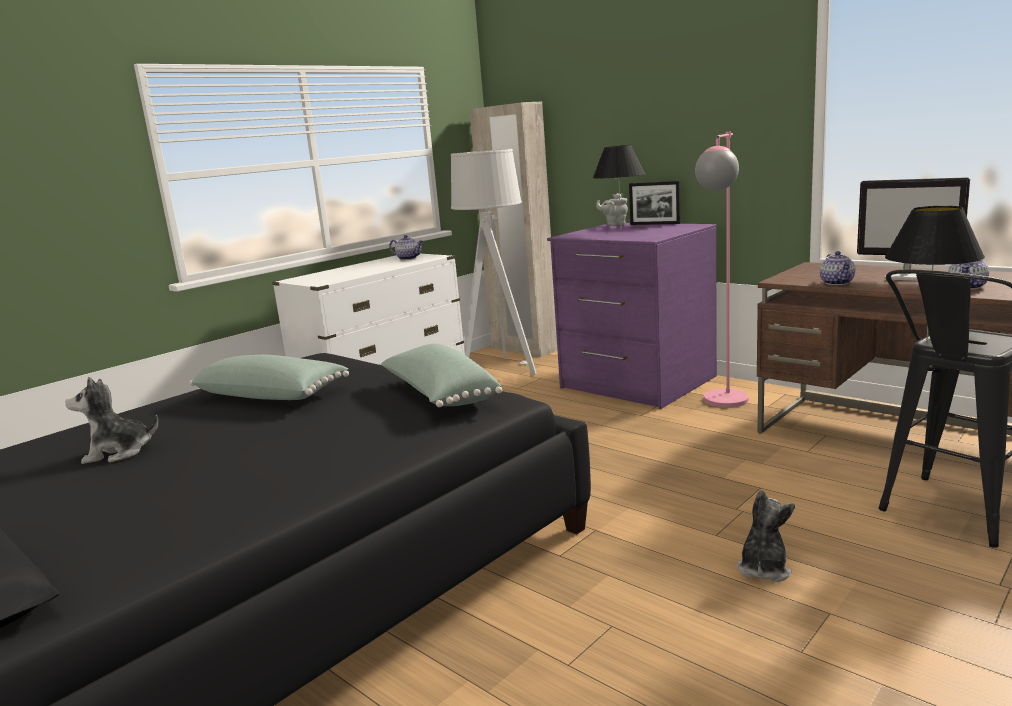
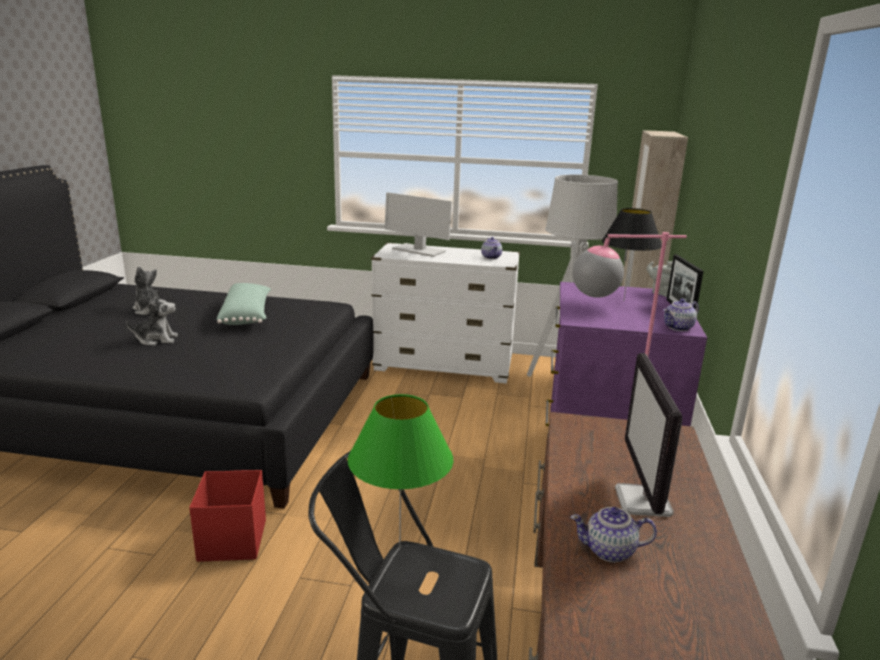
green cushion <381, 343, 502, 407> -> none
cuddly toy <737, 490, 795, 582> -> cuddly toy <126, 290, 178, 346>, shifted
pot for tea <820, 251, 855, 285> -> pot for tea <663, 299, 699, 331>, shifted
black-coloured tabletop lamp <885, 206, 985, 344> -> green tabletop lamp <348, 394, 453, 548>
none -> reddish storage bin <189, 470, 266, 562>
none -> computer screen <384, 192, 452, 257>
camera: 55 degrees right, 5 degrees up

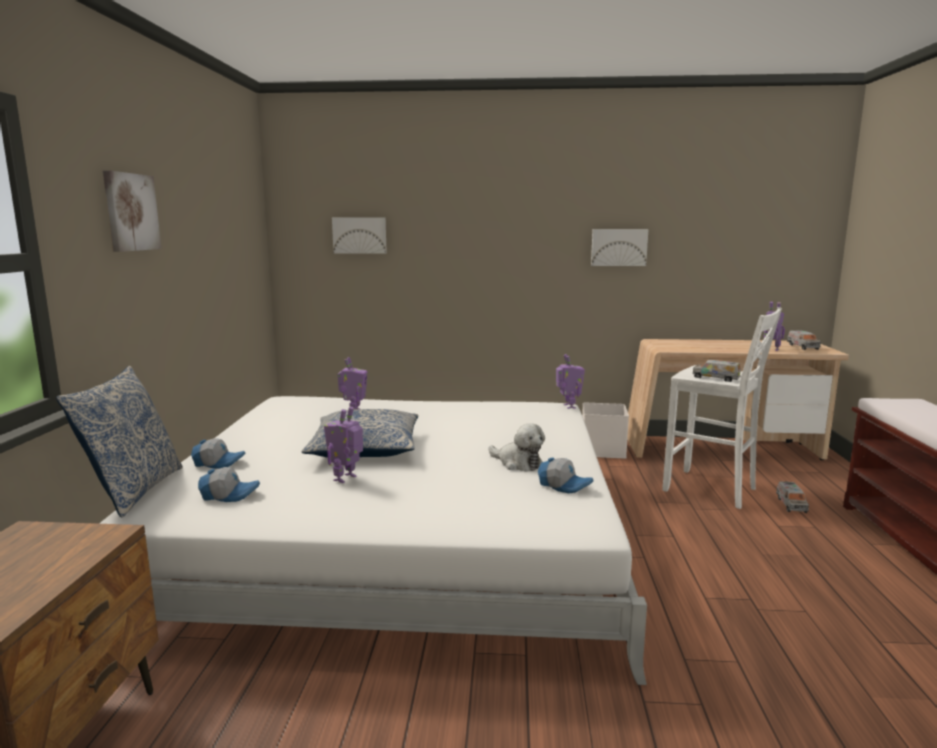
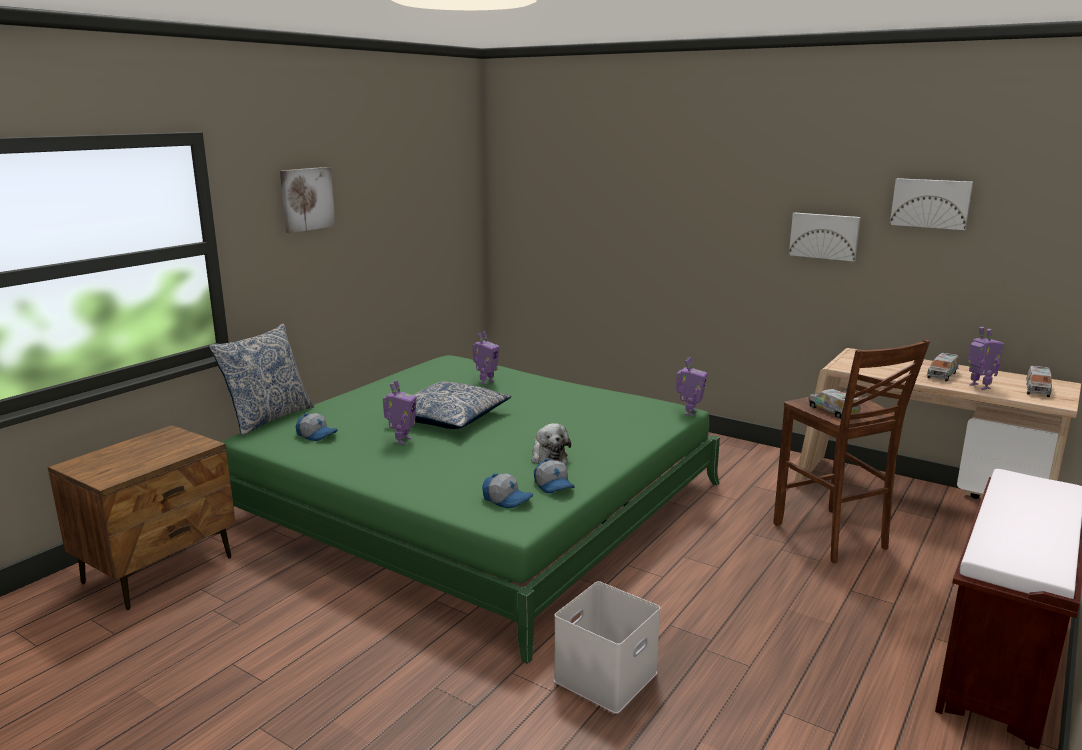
white bed <99, 396, 647, 685> -> green bed <222, 355, 720, 664>
baseball cap <191, 438, 245, 469> -> baseball cap <482, 473, 533, 508>, shifted
robot figure <324, 407, 363, 483> -> robot figure <383, 380, 417, 444>, 135 degrees clockwise
wall art <332, 218, 387, 254> -> wall art <890, 178, 973, 230>, shifted
white storage bin <582, 402, 629, 459> -> white storage bin <554, 581, 660, 714>, shifted
white stool <663, 307, 782, 509> -> brown stool <774, 340, 930, 563>
toy lorry <776, 481, 809, 513> -> toy lorry <927, 353, 959, 382>, shifted
camera: 30 degrees right, 5 degrees up

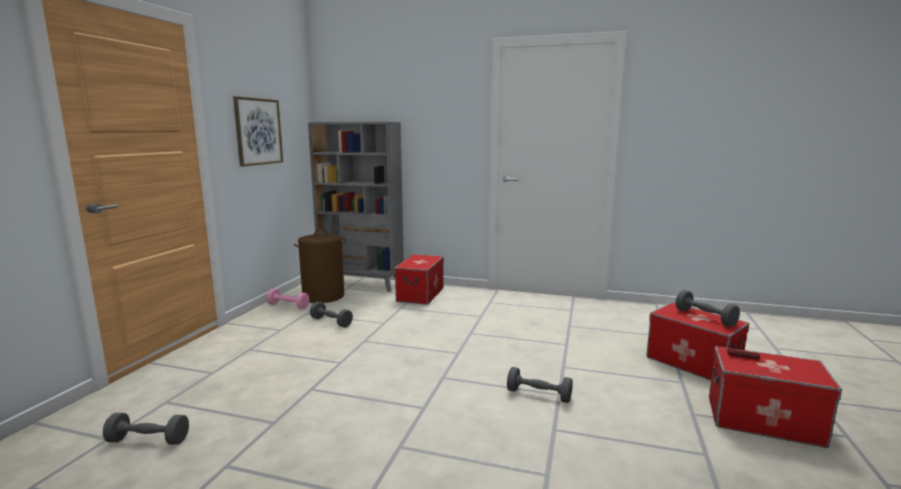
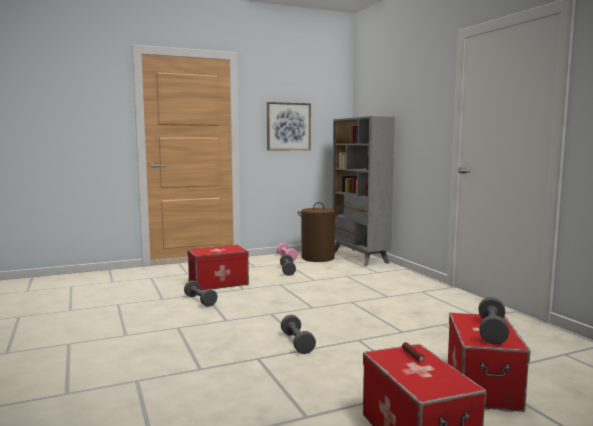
gray free weight <103, 413, 189, 445> -> gray free weight <184, 280, 218, 307>, shifted
storage bin <394, 254, 444, 305> -> storage bin <187, 245, 249, 290>, shifted
camera: 50 degrees right, 5 degrees down

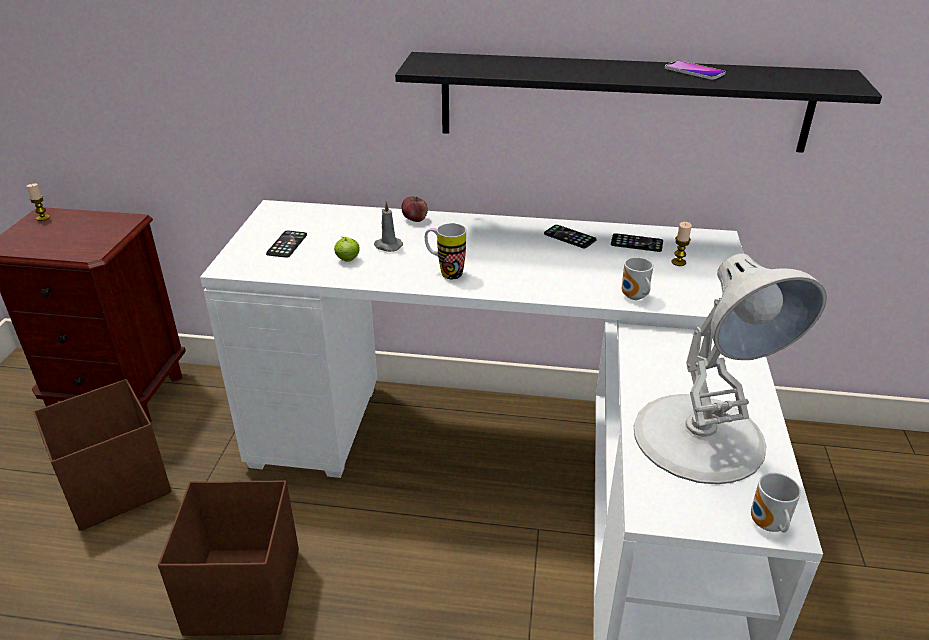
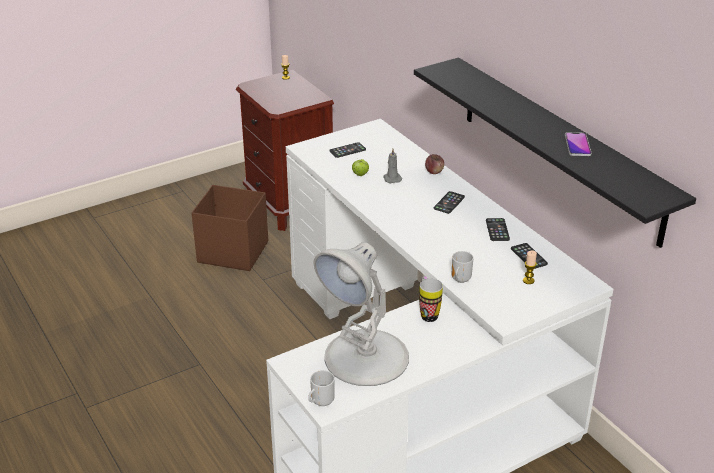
brown storage bin <158, 480, 299, 636> -> none
tea mug <425, 223, 466, 279> -> tea mug <419, 276, 443, 322>, shifted
none -> phone <434, 191, 465, 214>
camera: 50 degrees right, 0 degrees up

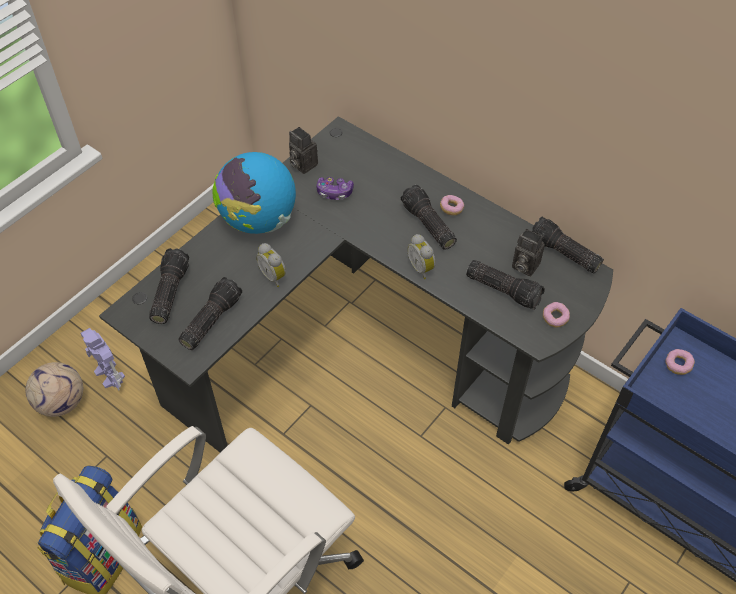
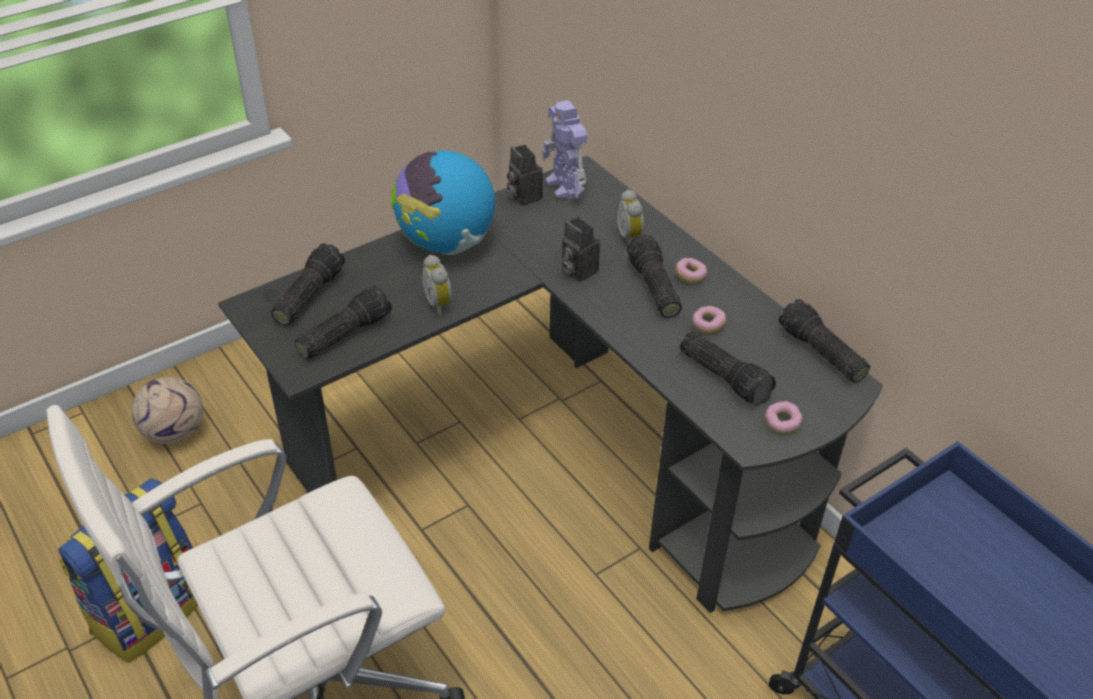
robot figure <81, 328, 125, 391> -> robot figure <542, 100, 587, 199>, shifted
gamepad <317, 177, 354, 200> -> none
alarm clock <407, 234, 436, 279> -> alarm clock <617, 189, 644, 246>, shifted
photo camera <512, 229, 545, 277> -> photo camera <561, 217, 600, 282>, shifted
doughnut <665, 349, 695, 375> -> doughnut <692, 306, 726, 333>, shifted
camera: 15 degrees right, 10 degrees down

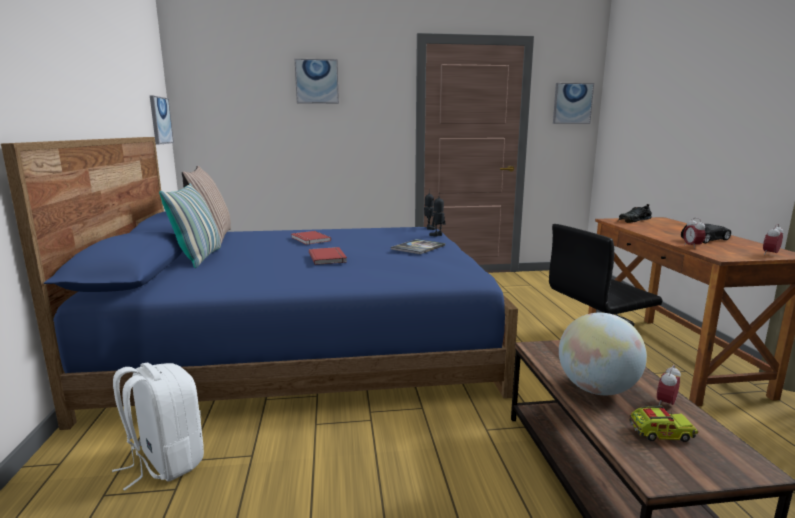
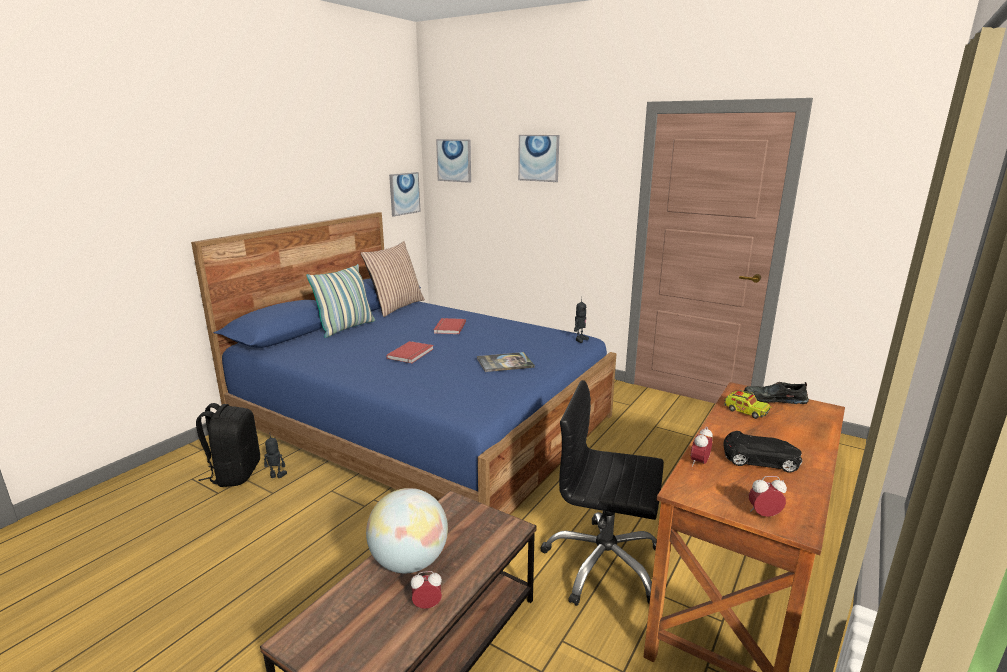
white backpack <112, 362, 204, 490> -> black-coloured backpack <196, 403, 260, 487>
robot figure <429, 198, 445, 237> -> robot figure <264, 432, 287, 478>, shifted
wall art <553, 83, 594, 124> -> wall art <436, 139, 471, 183>, shifted
toy lorry <629, 406, 698, 442> -> toy lorry <724, 390, 771, 419>, shifted
camera: 40 degrees right, 5 degrees up

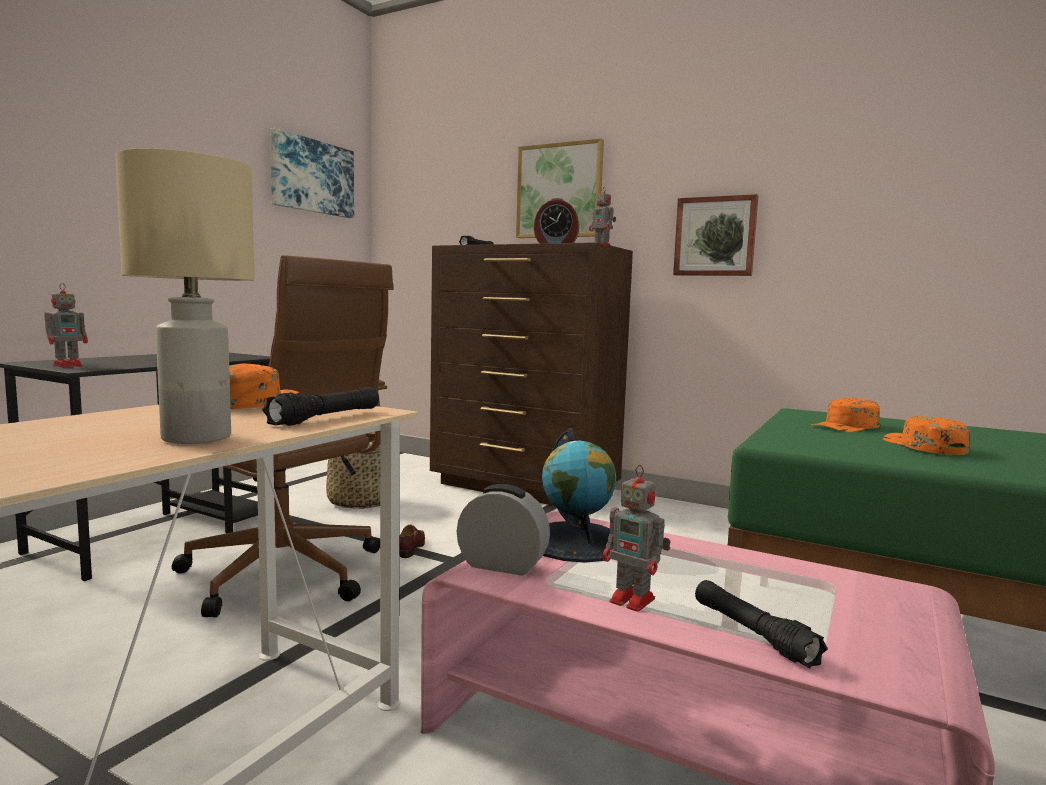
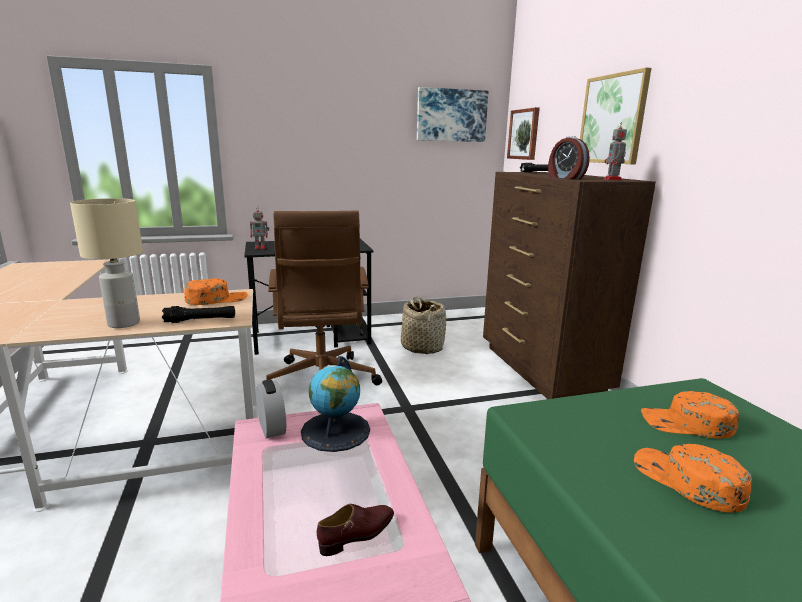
brown shoe <399, 525, 425, 558> -> brown shoe <317, 504, 394, 556>, shifted
robot figure <603, 465, 670, 612> -> none
wall art <673, 194, 759, 276> -> wall art <507, 107, 540, 160>, shifted
black-coloured torch <695, 580, 828, 668> -> none
orangey baseball cap <883, 416, 970, 455> -> orangey baseball cap <634, 444, 752, 513>, 75 degrees counterclockwise
camera: 45 degrees right, 10 degrees up

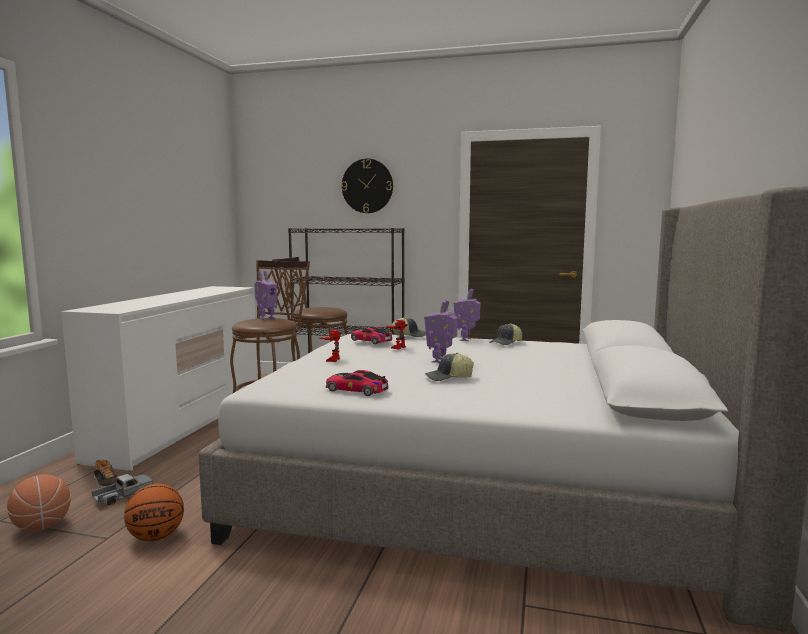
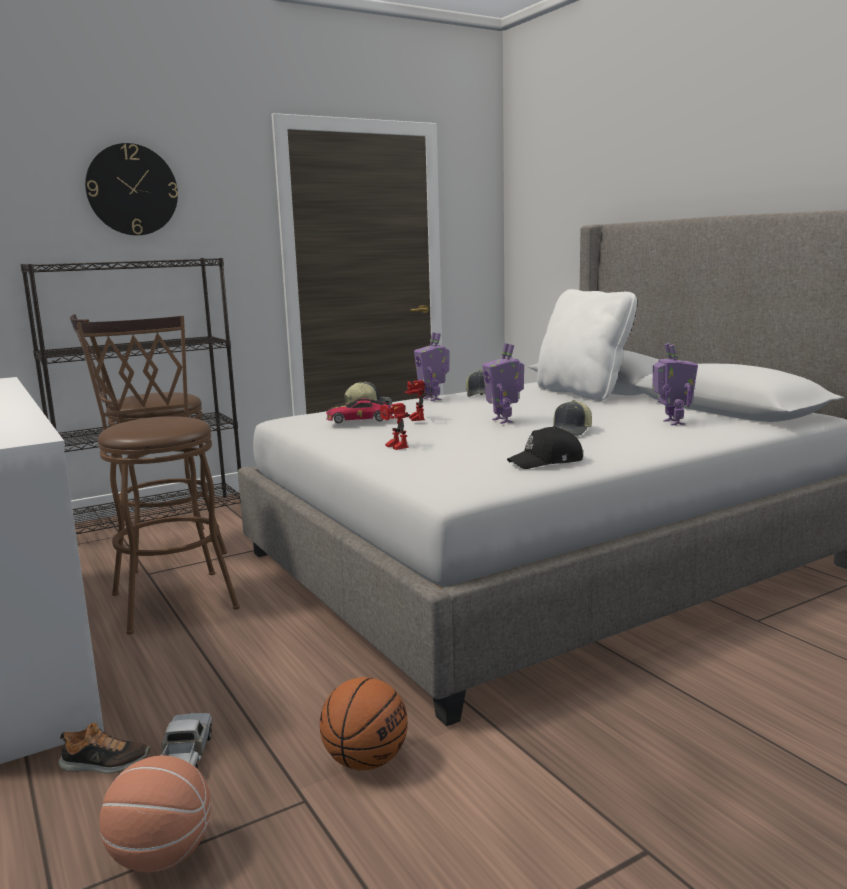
robot figure <254, 271, 277, 320> -> robot figure <653, 343, 698, 425>, shifted
miniature car <326, 370, 389, 396> -> black-coloured baseball cap <507, 426, 583, 469>
none -> white cushion <537, 289, 637, 401>
camera: 45 degrees left, 5 degrees up

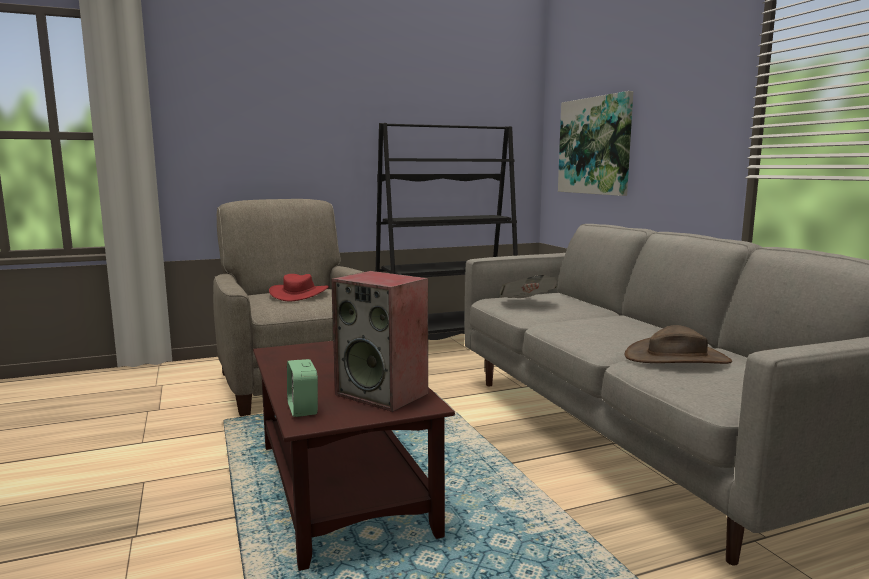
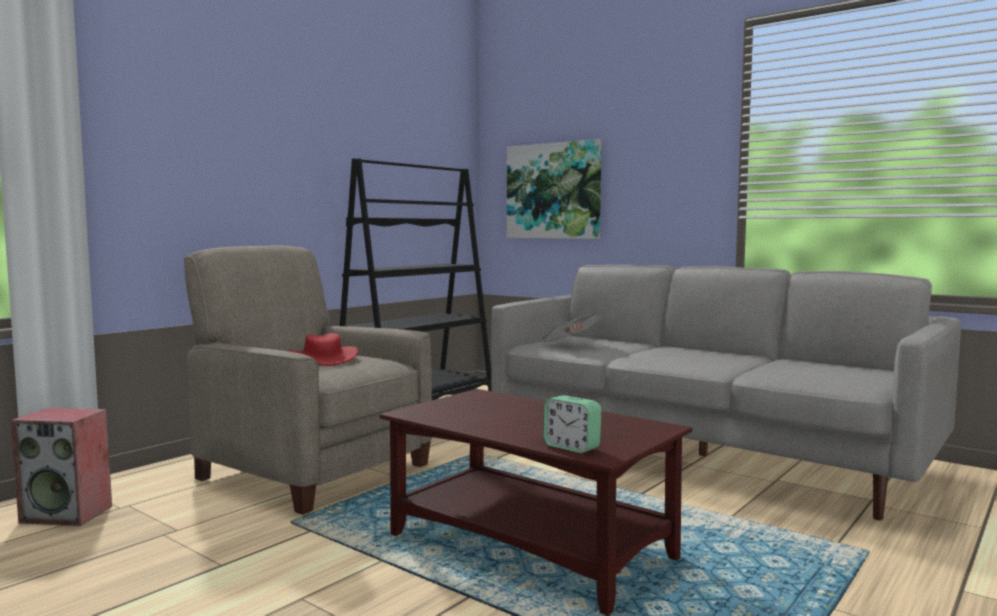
audio speaker <331, 271, 428, 412> -> audio speaker <11, 408, 112, 526>, shifted
brown hat <625, 325, 732, 364> -> none
camera: 30 degrees left, 5 degrees down

